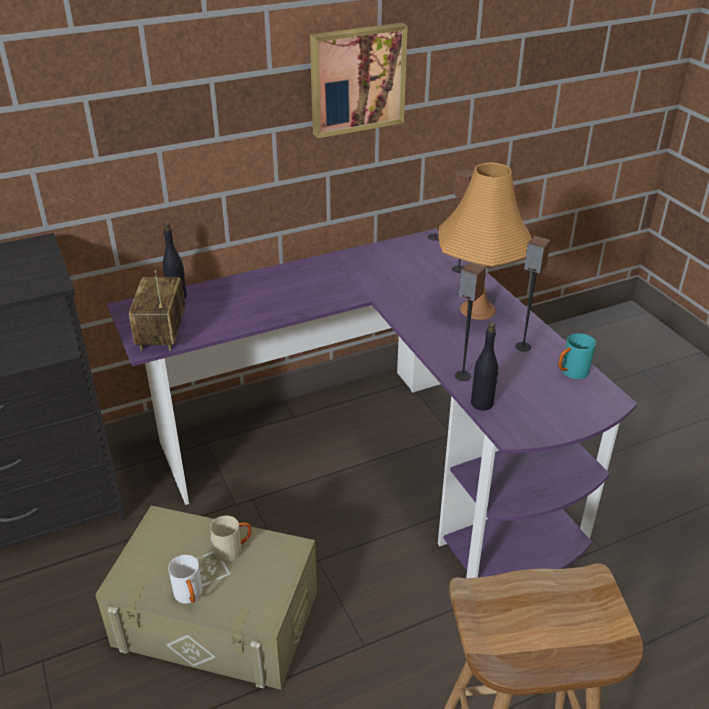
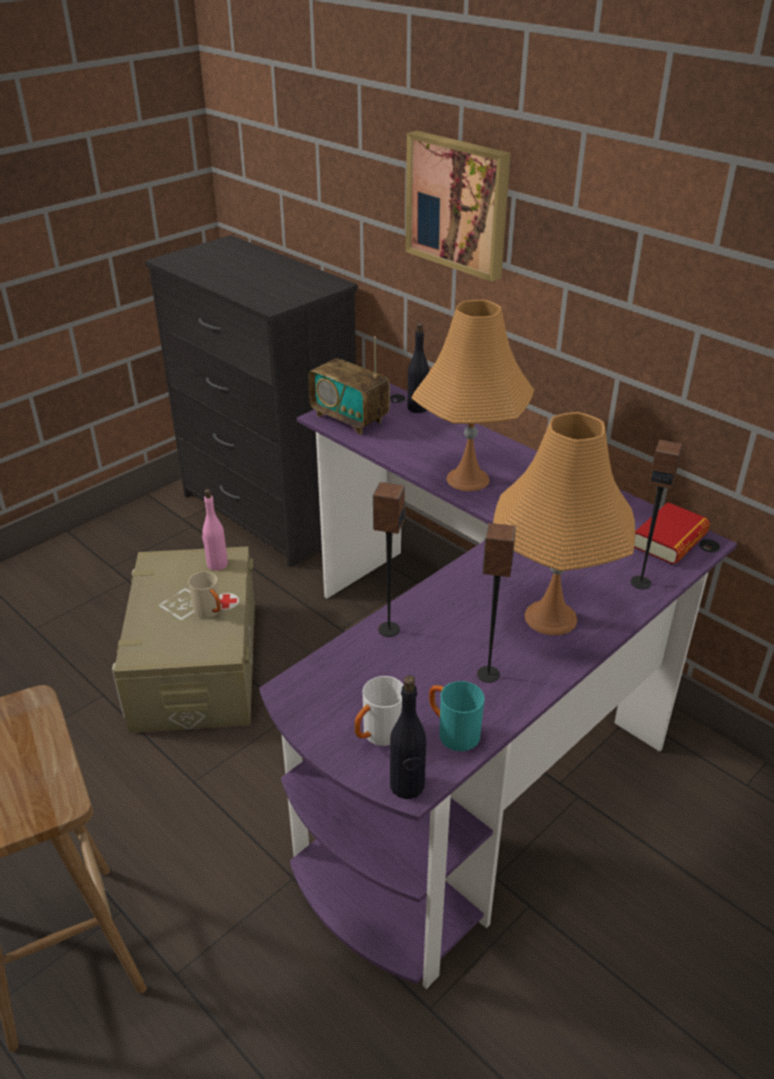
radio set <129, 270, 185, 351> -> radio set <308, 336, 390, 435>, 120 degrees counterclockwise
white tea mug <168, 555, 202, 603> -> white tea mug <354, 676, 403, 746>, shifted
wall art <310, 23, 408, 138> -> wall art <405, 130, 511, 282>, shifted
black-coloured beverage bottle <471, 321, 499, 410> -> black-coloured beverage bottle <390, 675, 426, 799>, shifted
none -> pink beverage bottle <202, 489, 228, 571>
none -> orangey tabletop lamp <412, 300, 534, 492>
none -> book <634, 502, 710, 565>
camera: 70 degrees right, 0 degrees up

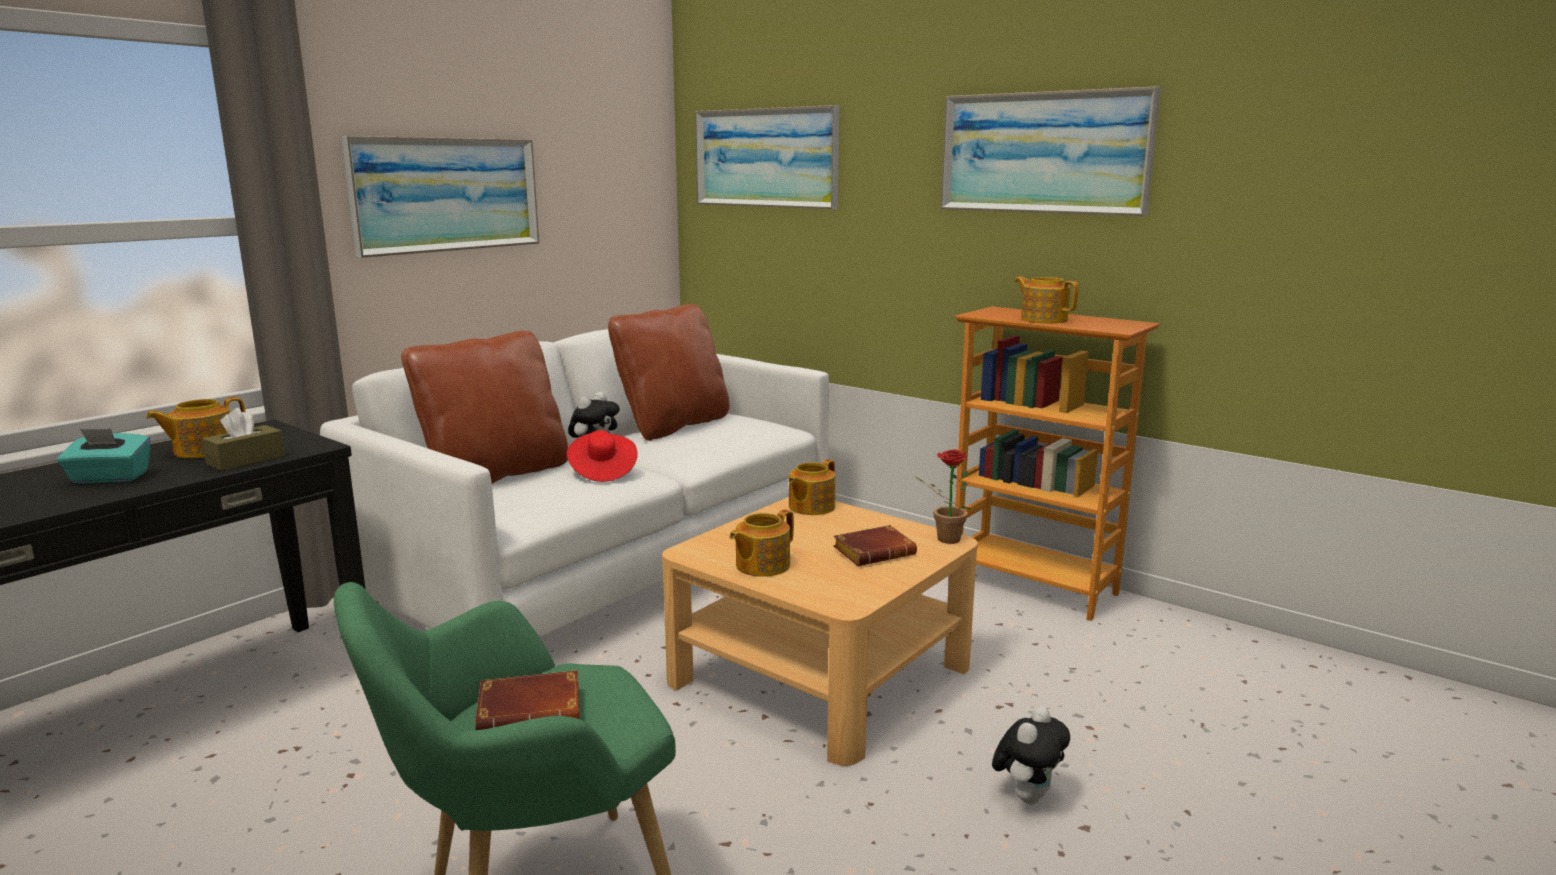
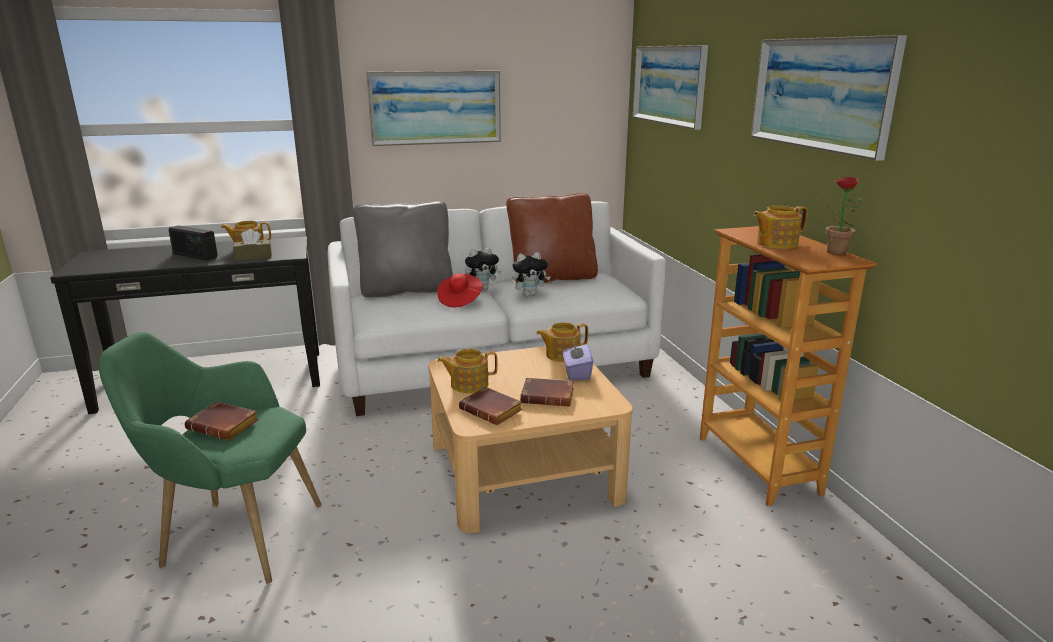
turquoise tissue box <57, 429, 151, 484> -> radio set <169, 225, 218, 260>
brown cushion <401, 331, 568, 484> -> gray cushion <353, 201, 453, 298>
houseplant <914, 449, 971, 544> -> houseplant <817, 177, 864, 255>, shifted
cuddly toy <992, 706, 1070, 804> -> cuddly toy <512, 252, 551, 296>, shifted
pot for tea <1015, 277, 1078, 323> -> pot for tea <753, 206, 808, 249>, 105 degrees counterclockwise
none -> brown book <459, 387, 523, 425>
none -> purple-coloured tissue box <563, 340, 593, 380>
camera: 35 degrees right, 5 degrees up

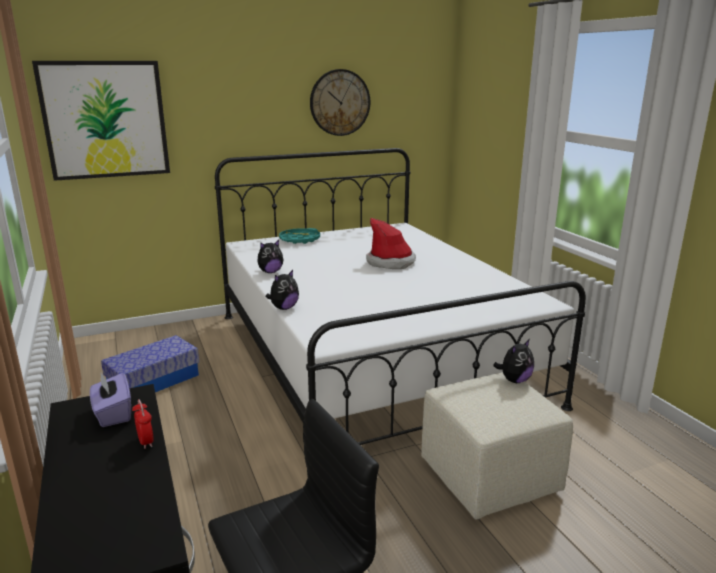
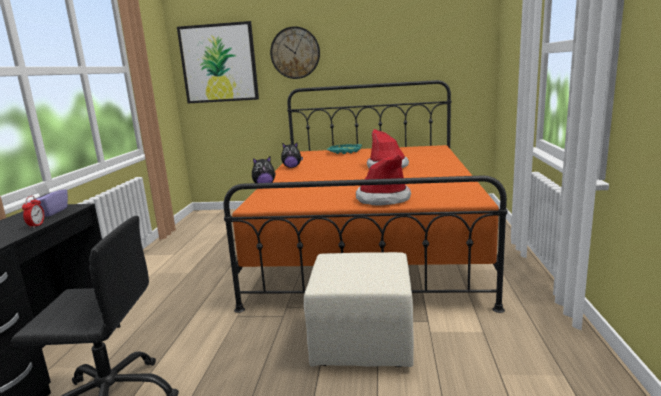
storage bin <101, 335, 199, 392> -> none
white bed <215, 148, 586, 445> -> orangey bed <224, 80, 507, 313>
wall clock <310, 69, 370, 136> -> wall clock <270, 26, 320, 79>, shifted
cuddly toy <493, 339, 534, 383> -> none
none -> hat <356, 155, 411, 205>
camera: 30 degrees right, 5 degrees down

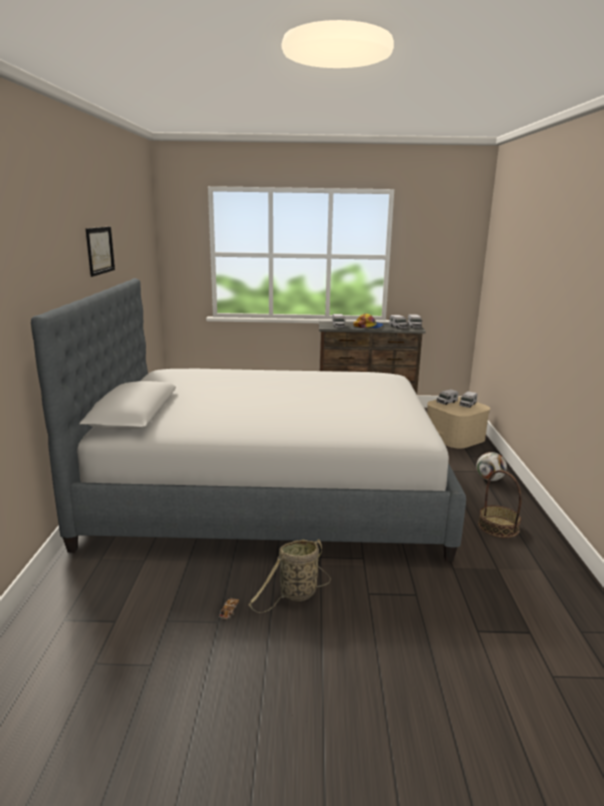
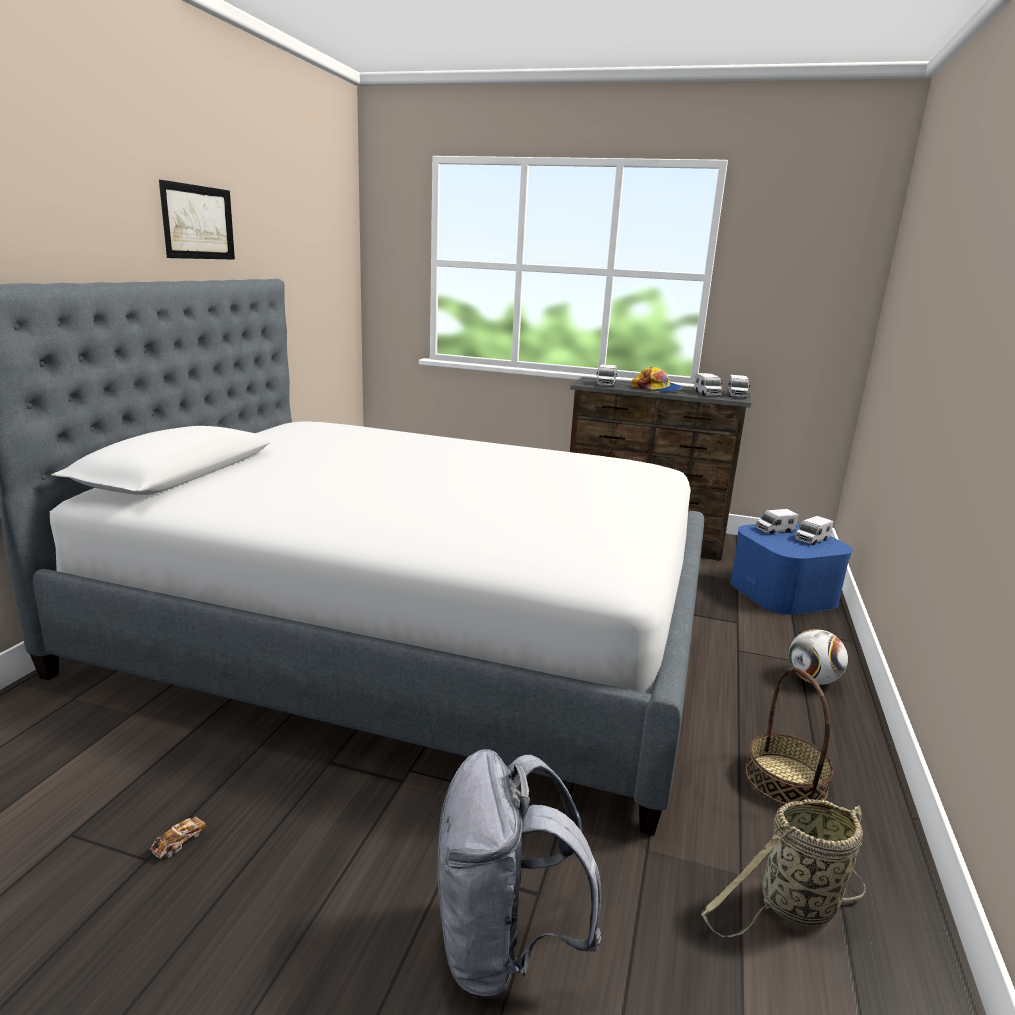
household basket <249, 539, 331, 613> -> household basket <701, 799, 866, 937>, shifted
beige-coloured storage bin <427, 397, 490, 448> -> bluish storage bin <730, 523, 853, 615>
none -> gray backpack <437, 749, 602, 999>
camera: 15 degrees right, 0 degrees up

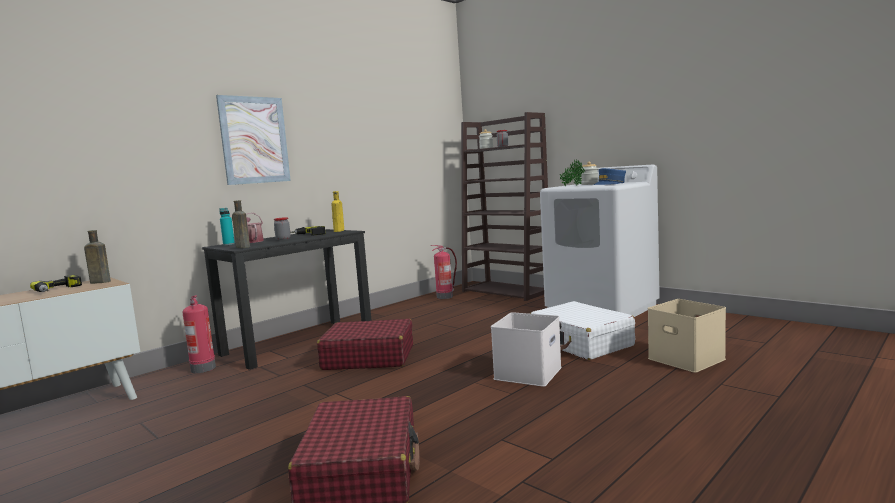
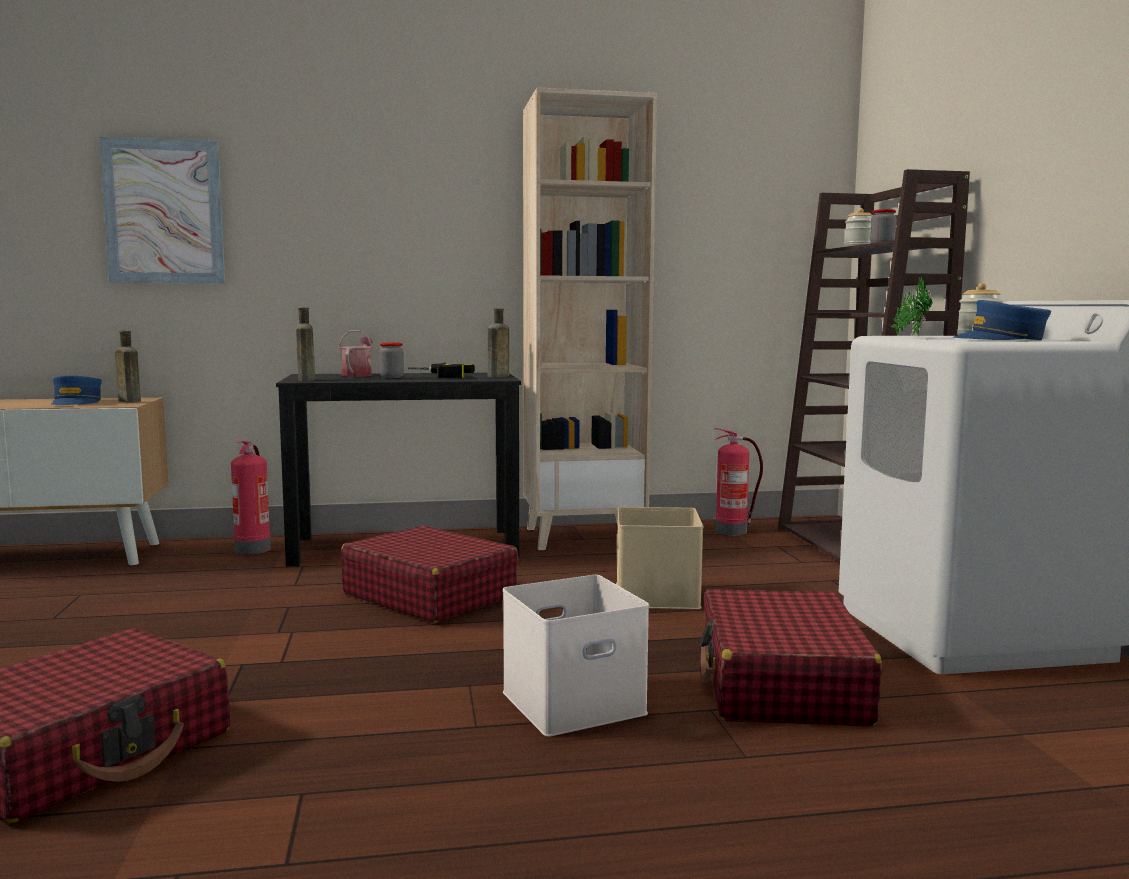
electric drill <30, 275, 82, 292> -> bluish baseball cap <52, 375, 102, 405>
wall art <216, 95, 291, 185> -> wall art <99, 137, 225, 283>, shifted
turquoise beverage bottle <219, 208, 235, 245> -> none
yellowish beverage bottle <331, 191, 344, 232> -> brown beverage bottle <488, 308, 509, 377>
white travel case <530, 301, 635, 360> -> reddish travel case <700, 589, 882, 726>
beige-coloured storage bin <648, 299, 726, 373> -> beige-coloured storage bin <616, 507, 703, 609>, shifted
none -> beige-coloured bookcase <523, 87, 657, 550>
camera: 35 degrees right, 0 degrees up

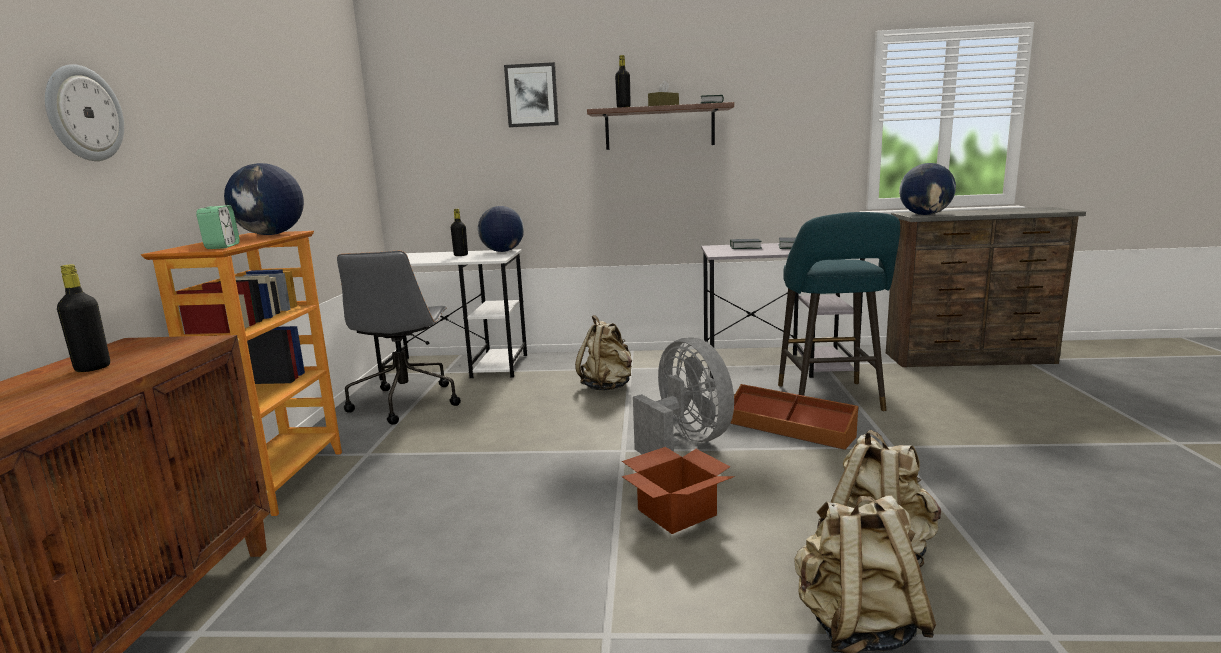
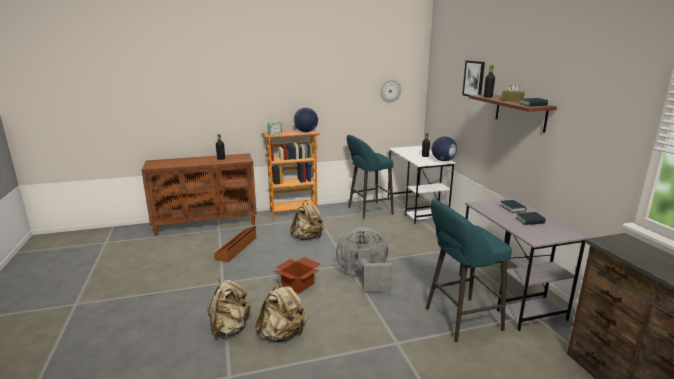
wall clock <45, 64, 124, 161> -> wall clock <380, 79, 401, 103>, shifted
gray office chair <337, 251, 461, 425> -> turquoise stool <347, 135, 394, 219>
beige-coloured backpack <575, 315, 632, 391> -> beige-coloured backpack <290, 200, 325, 240>, shifted
gray electric fan <633, 337, 734, 454> -> gray electric fan <336, 227, 392, 292>, 135 degrees counterclockwise
brown storage bin <730, 384, 858, 450> -> brown storage bin <214, 225, 256, 262>, shifted
globe <899, 163, 956, 215> -> none
camera: 70 degrees right, 5 degrees up

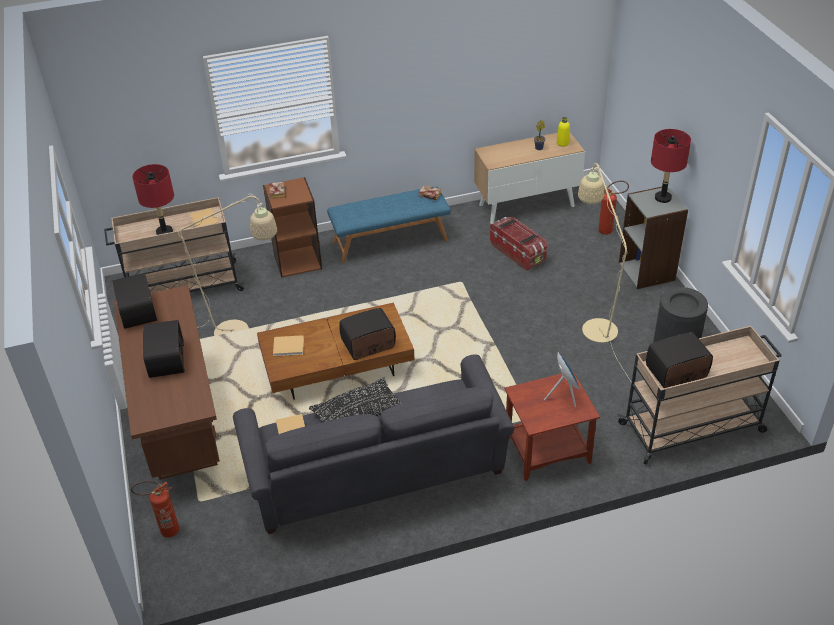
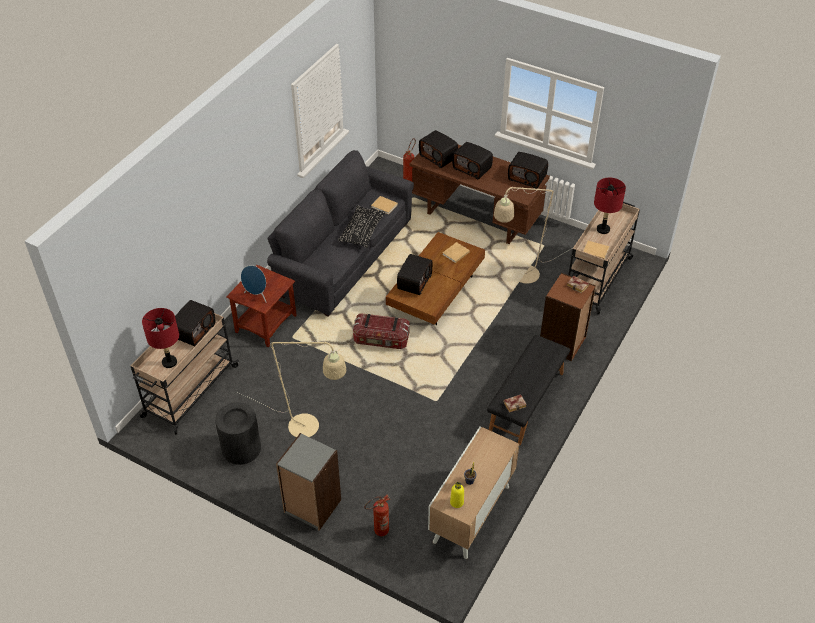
bluish bench <327, 186, 451, 263> -> black-coloured bench <487, 335, 570, 445>
storage bin <490, 217, 547, 271> -> storage bin <353, 313, 409, 349>, shifted
reddish tabletop lamp <651, 129, 691, 203> -> reddish tabletop lamp <142, 308, 179, 368>, shifted
none -> radio set <419, 130, 458, 168>
camera: 135 degrees right, 5 degrees up

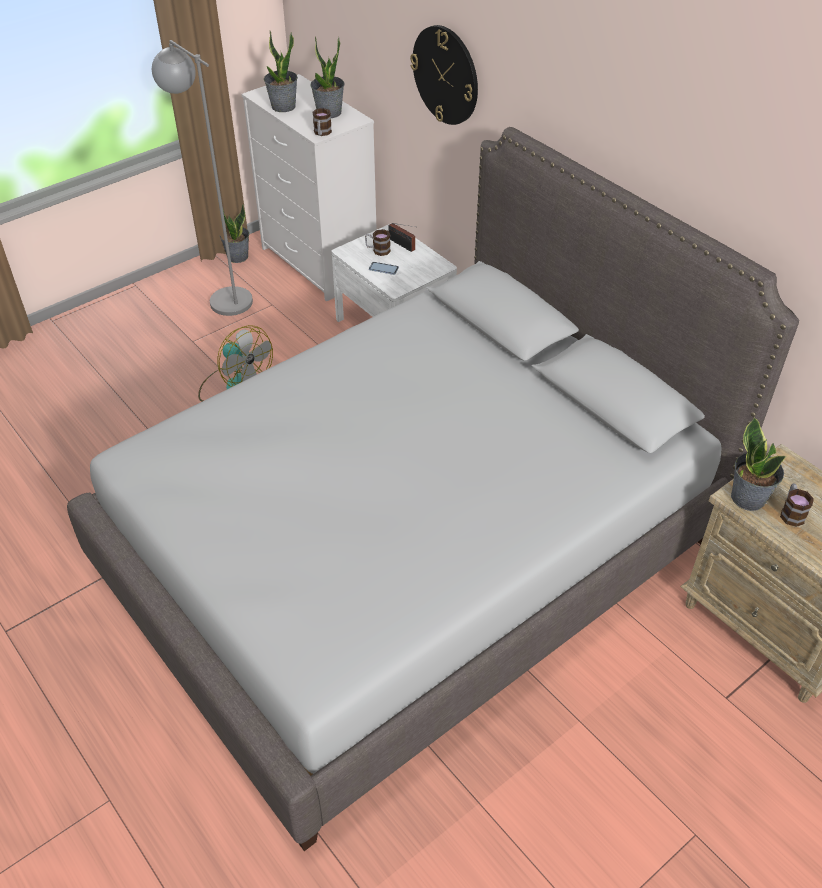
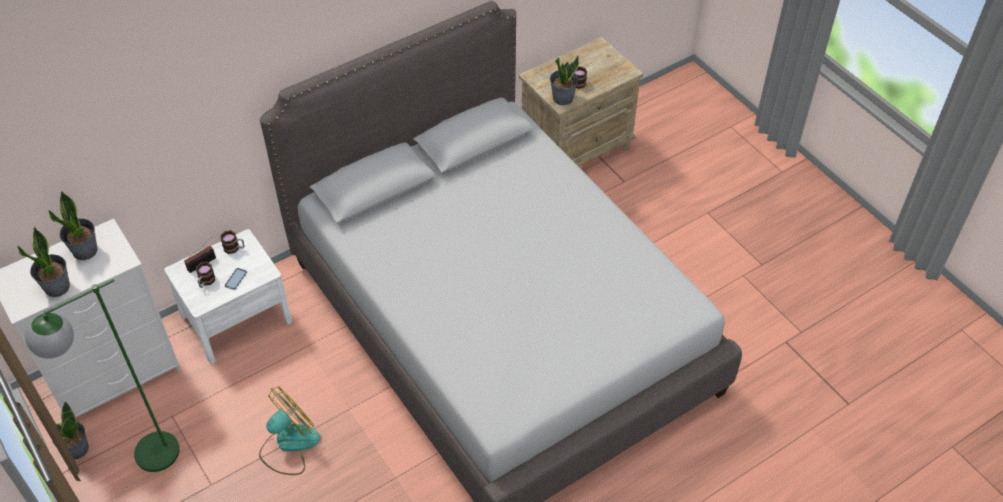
gray standard lamp <152, 40, 253, 316> -> green standard lamp <25, 279, 180, 472>
tea mug <312, 108, 332, 136> -> tea mug <220, 230, 244, 254>, shifted
wall clock <410, 25, 478, 125> -> none
camera: 85 degrees left, 5 degrees up

